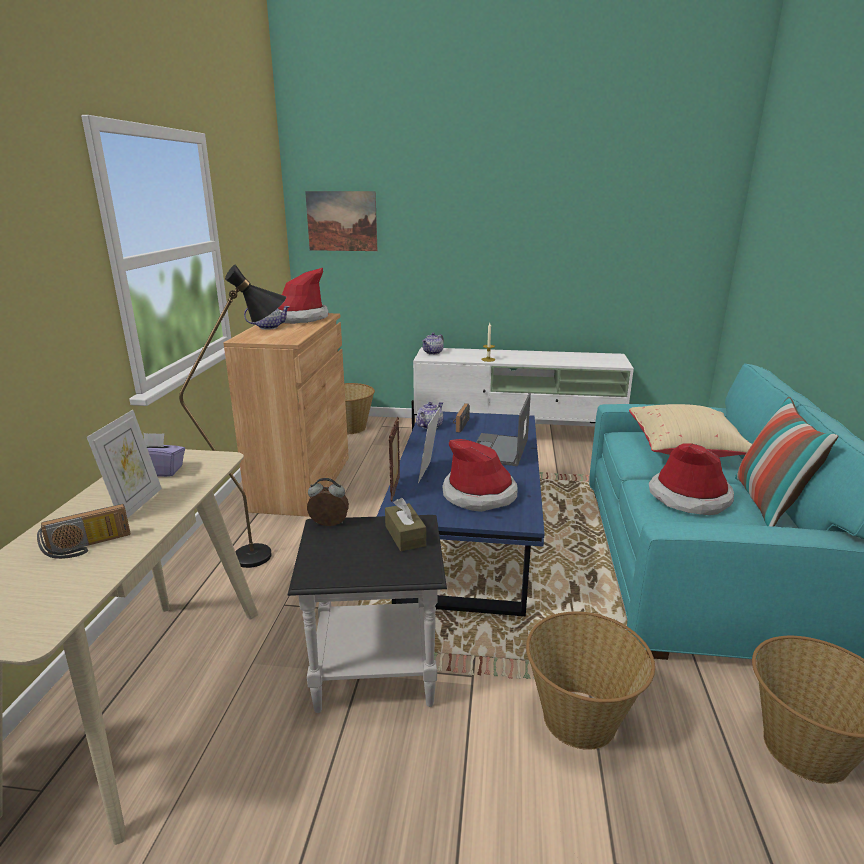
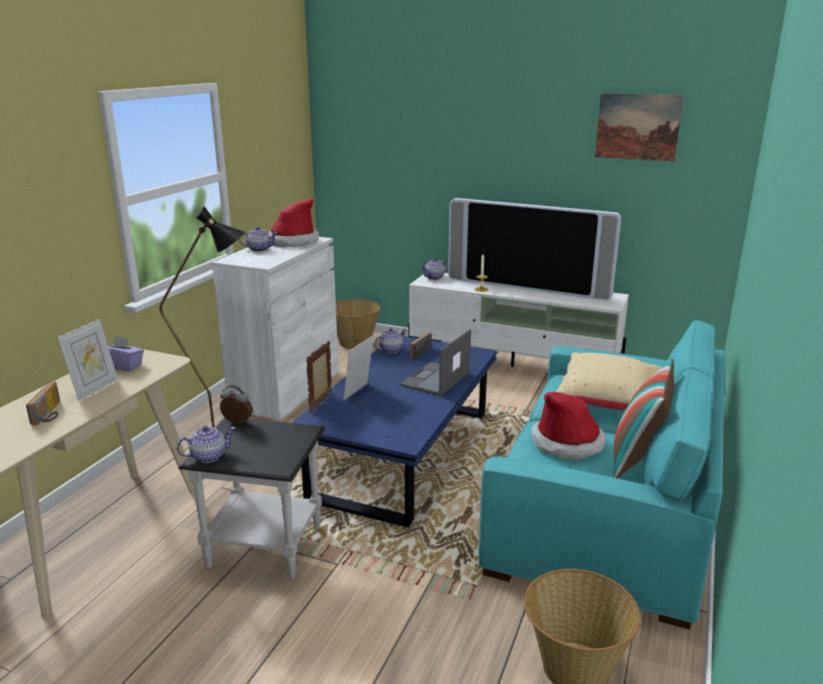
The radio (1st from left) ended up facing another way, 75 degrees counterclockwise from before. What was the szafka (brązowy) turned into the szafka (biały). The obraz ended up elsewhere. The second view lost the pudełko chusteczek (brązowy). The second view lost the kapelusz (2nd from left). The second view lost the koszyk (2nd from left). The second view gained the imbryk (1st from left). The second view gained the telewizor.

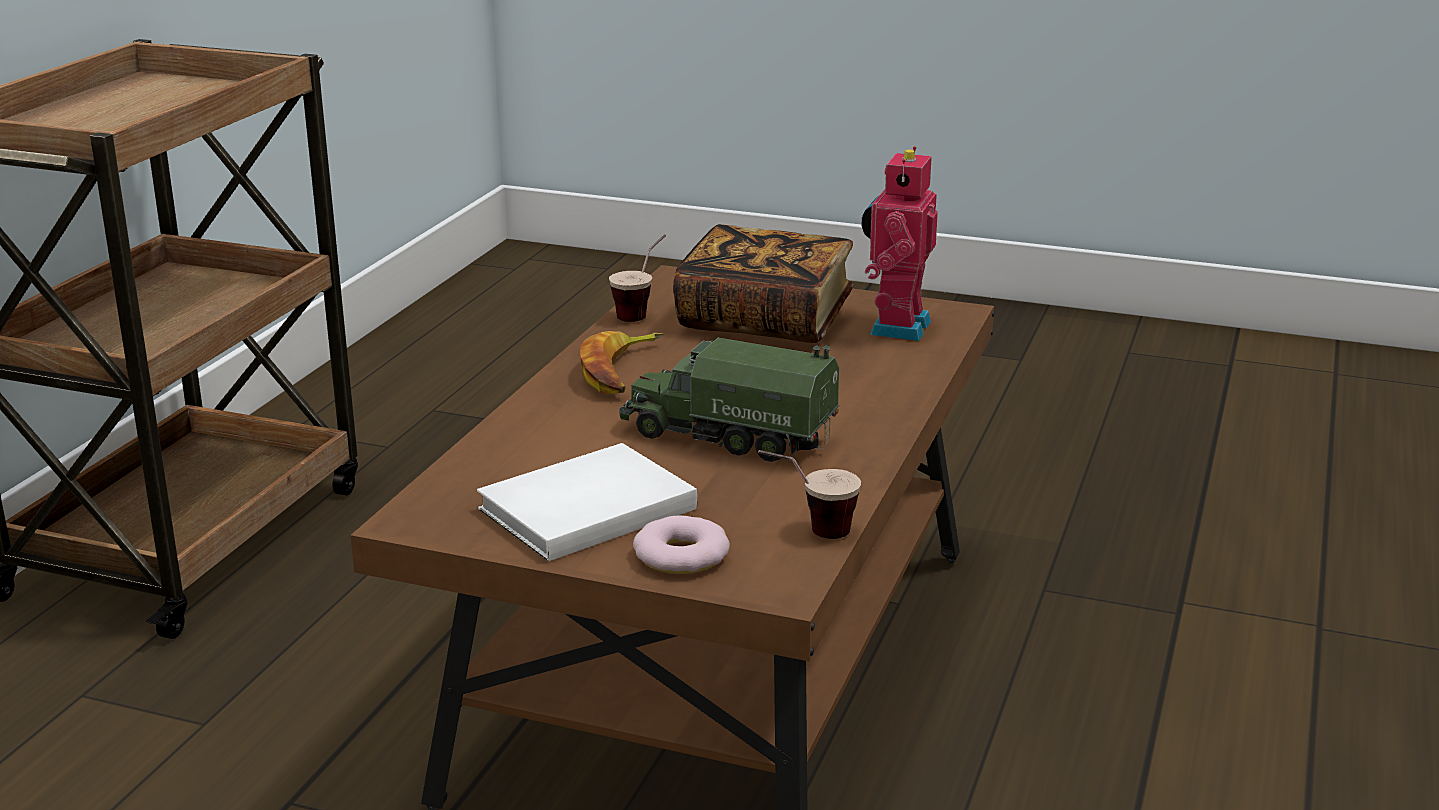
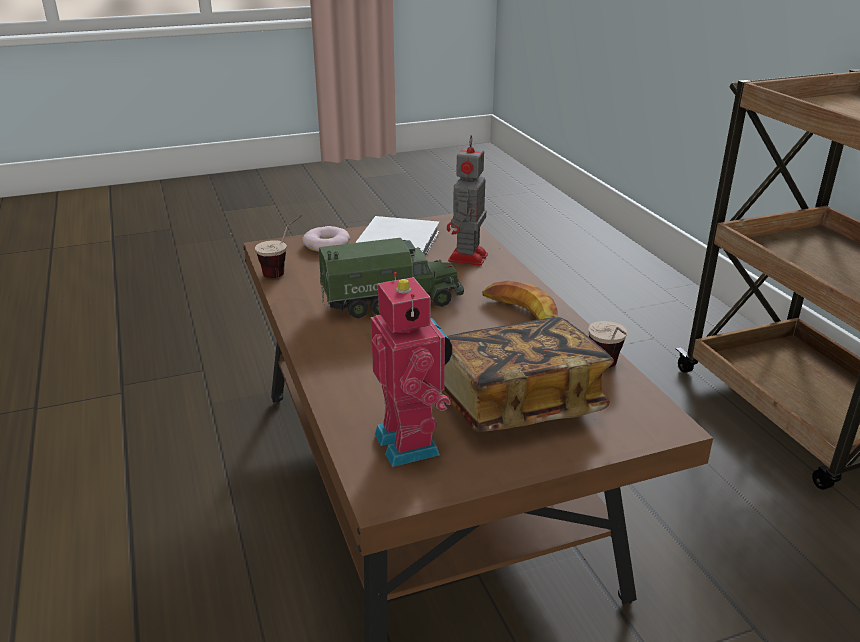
The second view gained the robot zabawkowy (2nd from left).

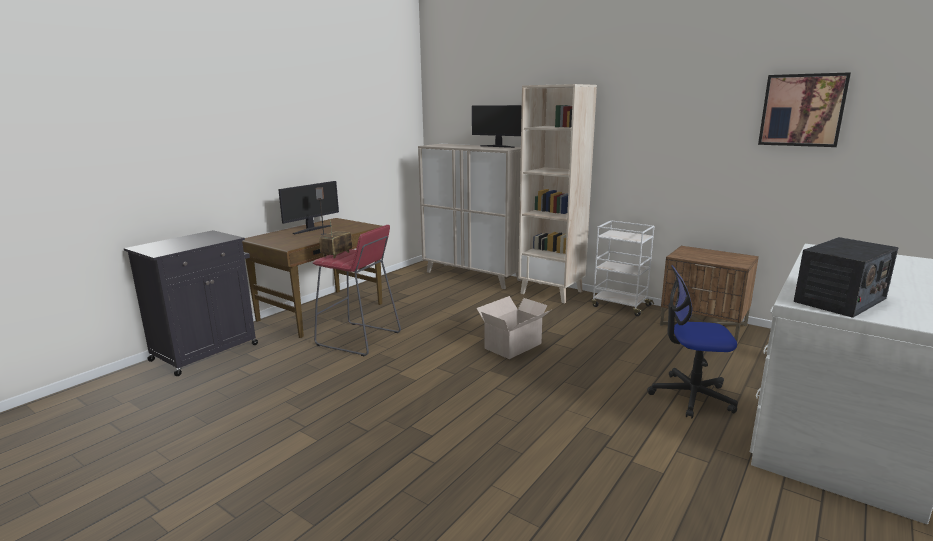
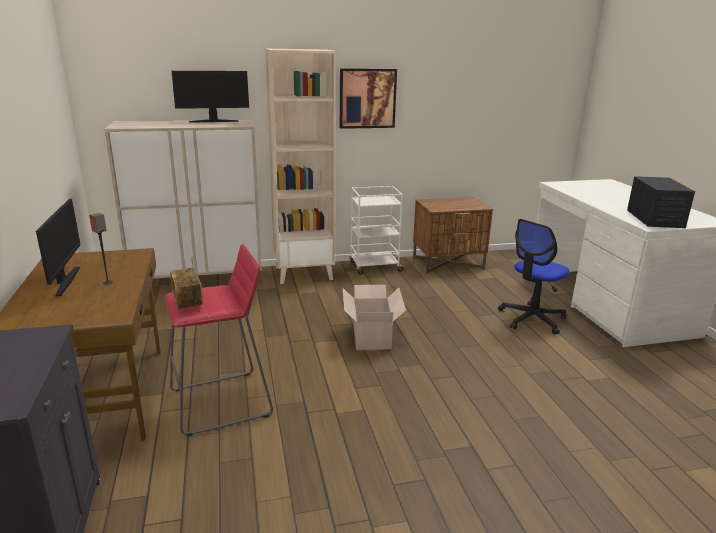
The obraz ended up elsewhere.

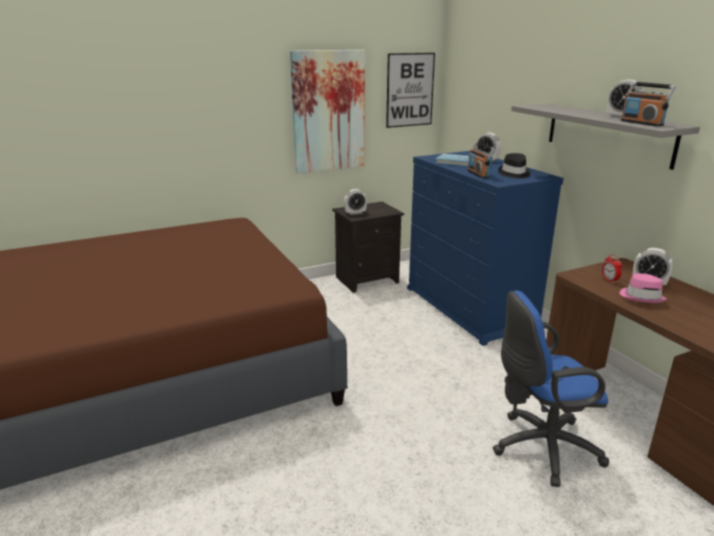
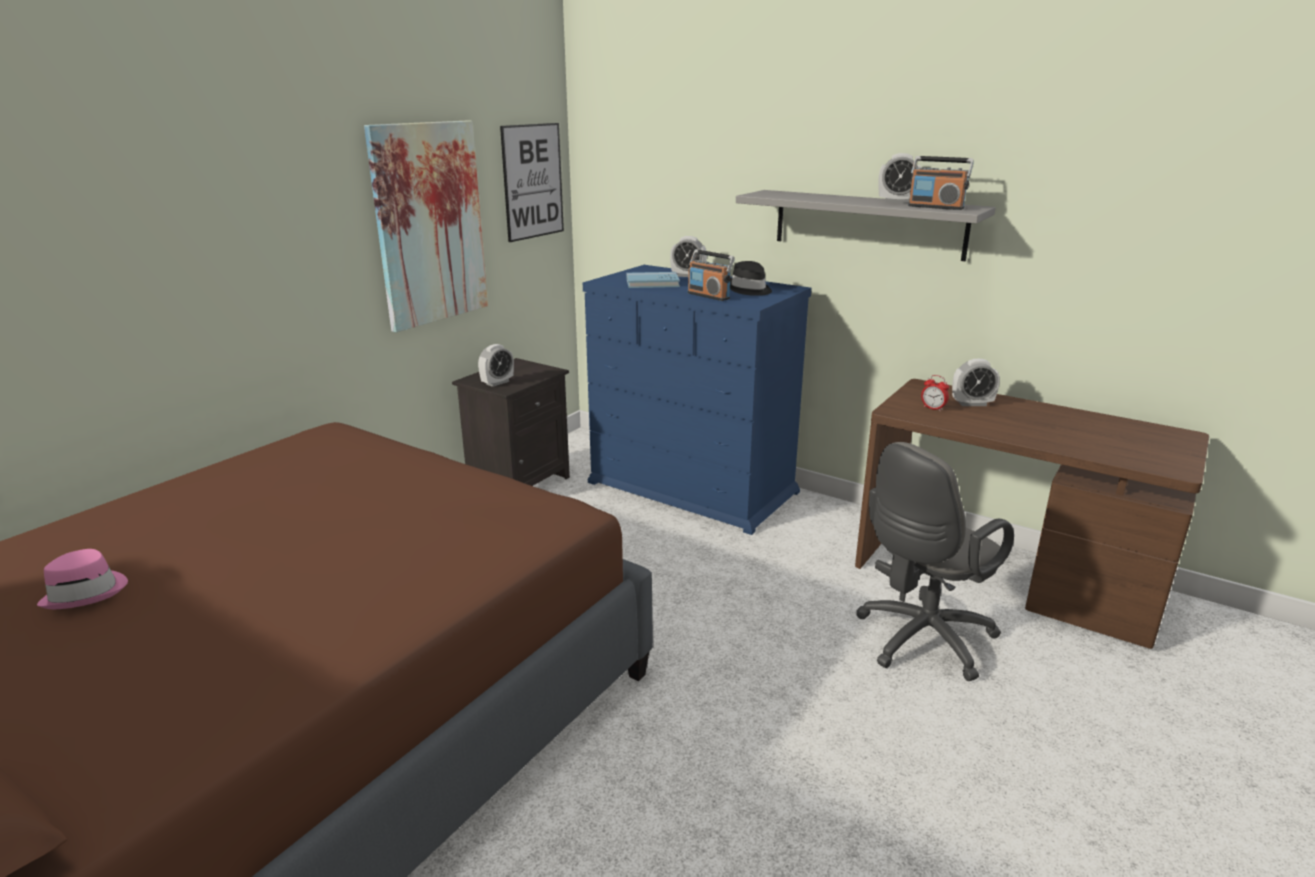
What was the krzesło biurowe (niebieski) turned into the krzesło biurowe (szary). The kapelusz (różowy) ended up elsewhere.

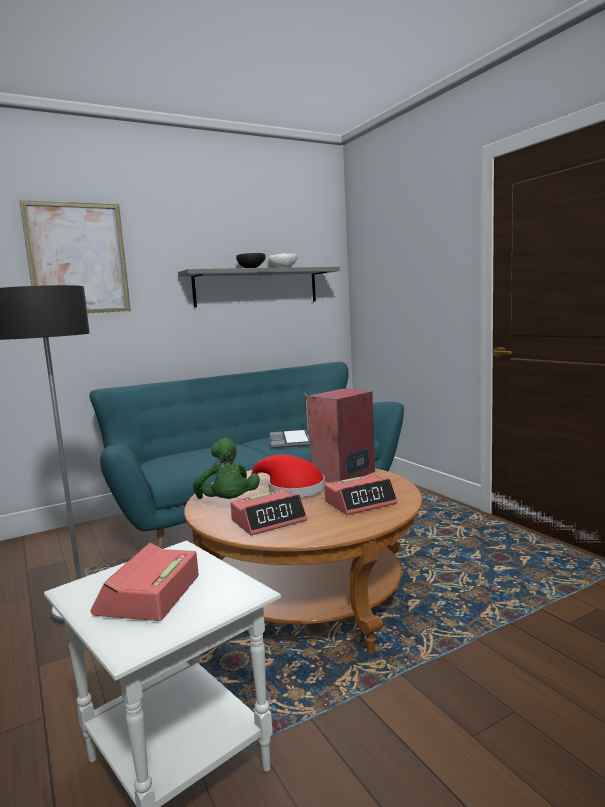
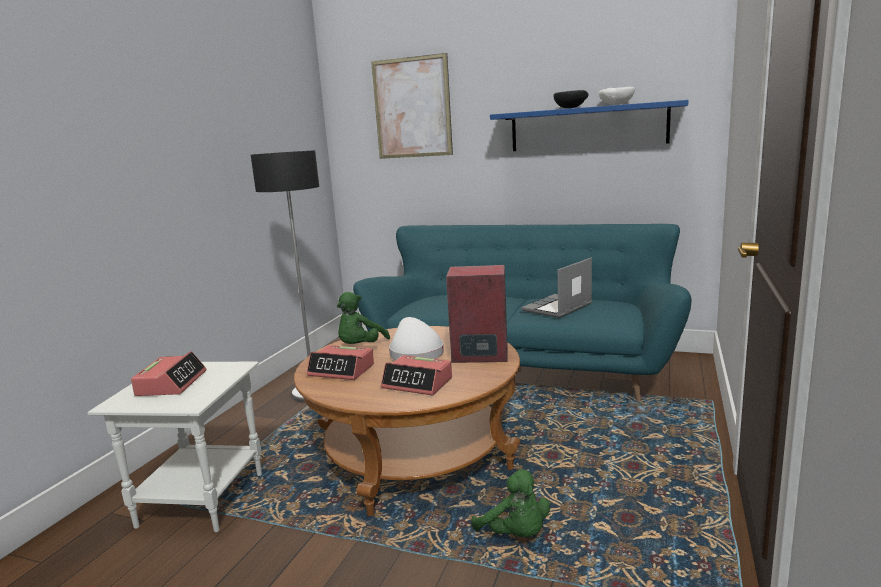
The budzik (1st from left) ended up facing another way, 120 degrees clockwise from before. What was the półka (szary) turned into the półka (niebieski). What was the kapelusz (czerwony) turned into the kapelusz (biały). The second view gained the pluszak (zielony) (2nd from left).

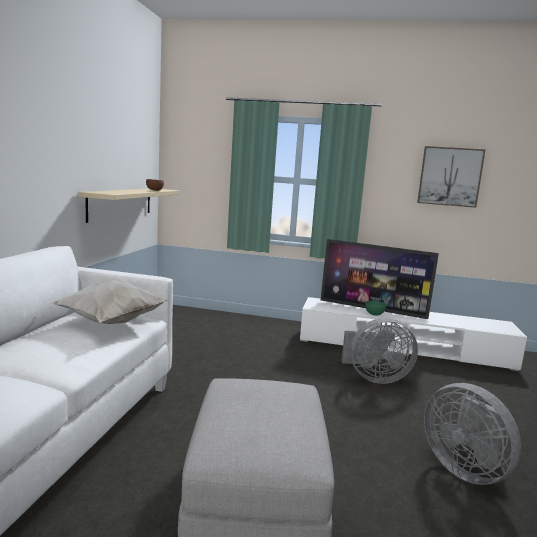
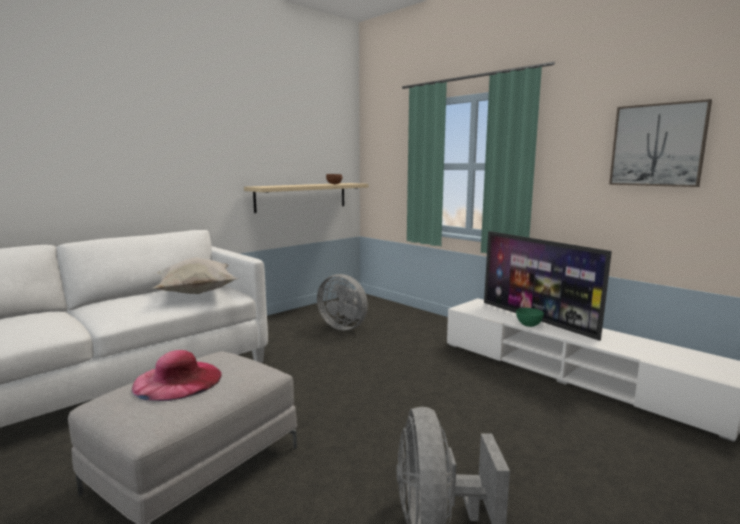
The wentylator (szary) (1st from left) ended up elsewhere. The second view gained the kapelusz (różowy).

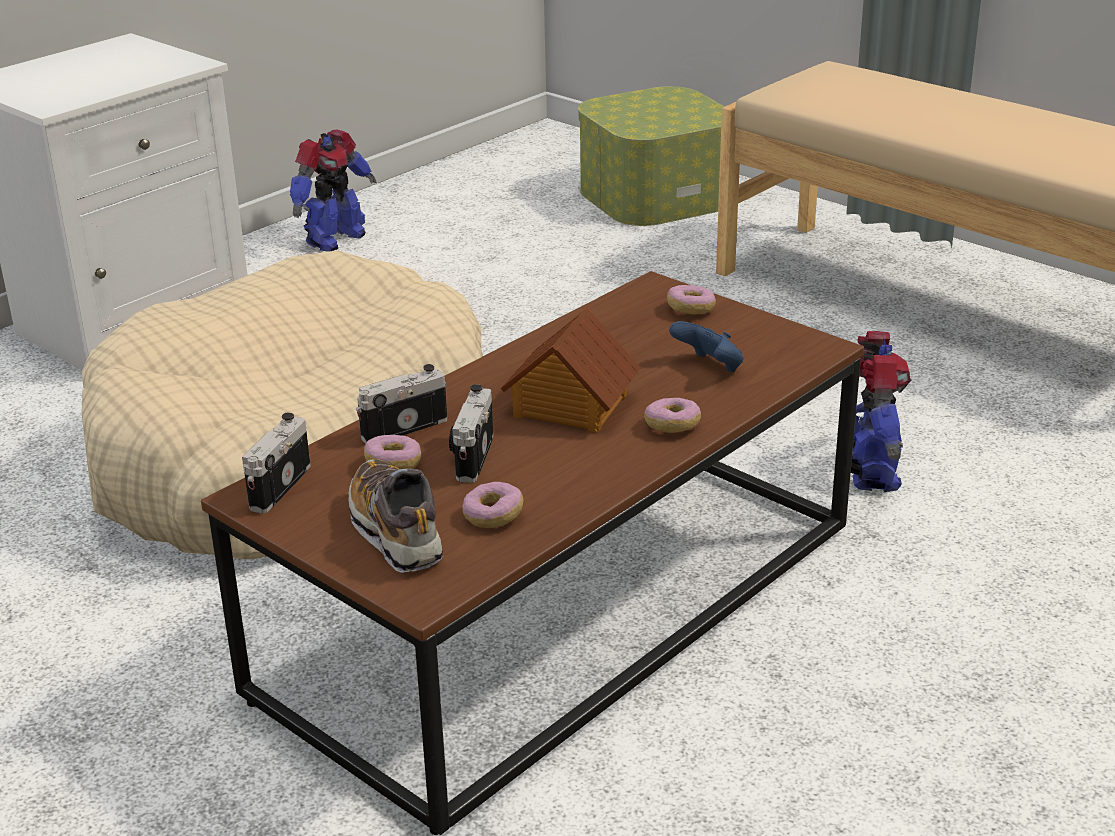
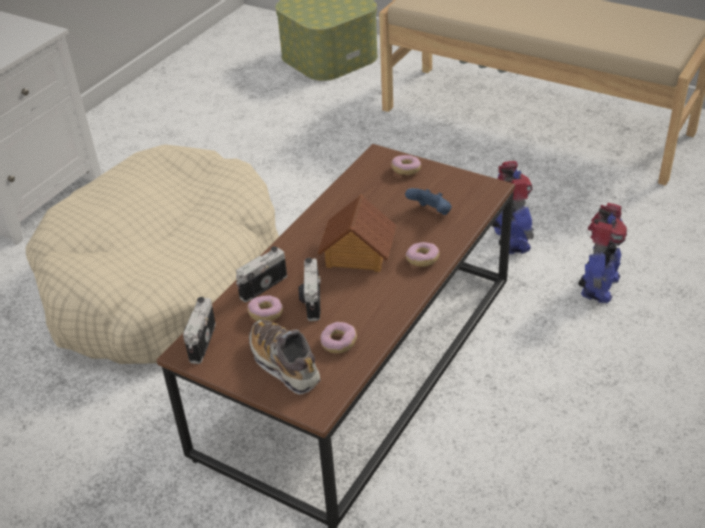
The robot zabawkowy (1st from left in the first image) ended up elsewhere.

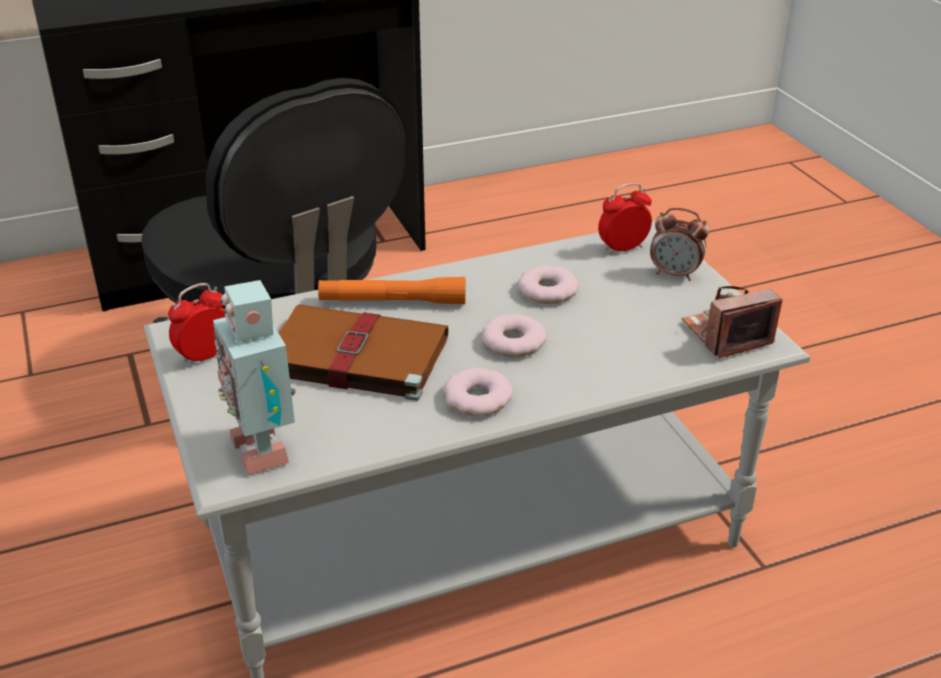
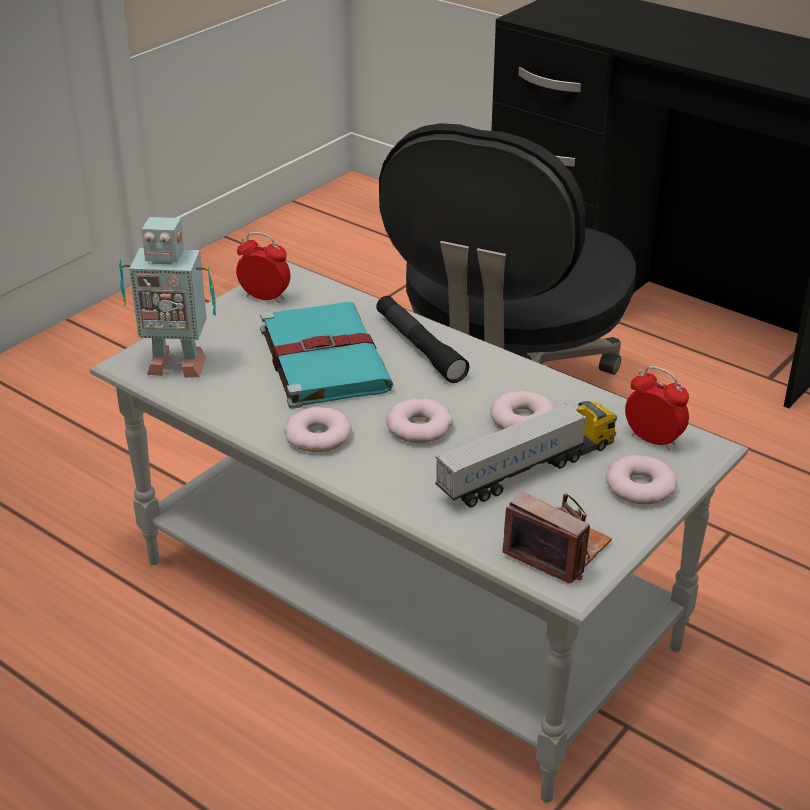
The robot zabawkowy ended up facing another way, 120 degrees counterclockwise from before. What was the książka (brązowy) turned into the książka (turkusowy). What was the latarka (pomarańczowy) turned into the latarka (czarny). Where the budzik (3rd from left) stood, the donut (4th from left) came to stand. The second view gained the ciężarówka zabawkowa.

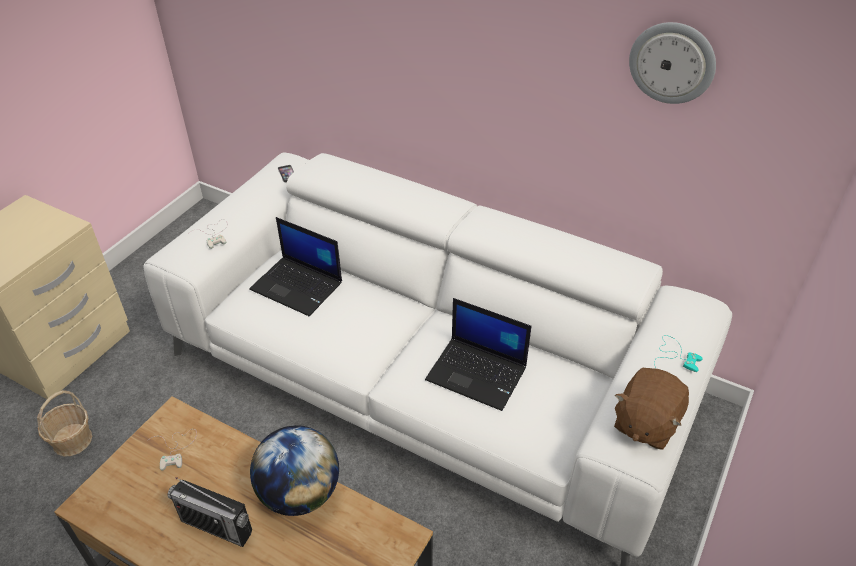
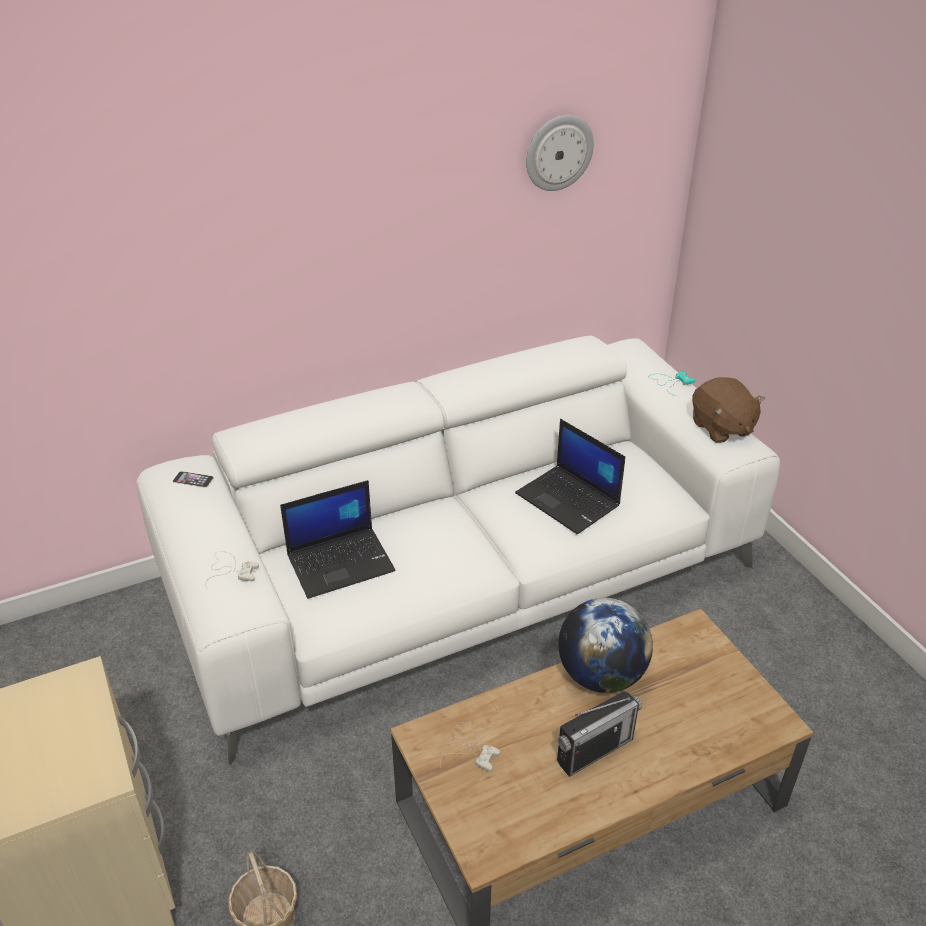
The laptop (2nd from left) ended up facing another way, 75 degrees clockwise from before.

